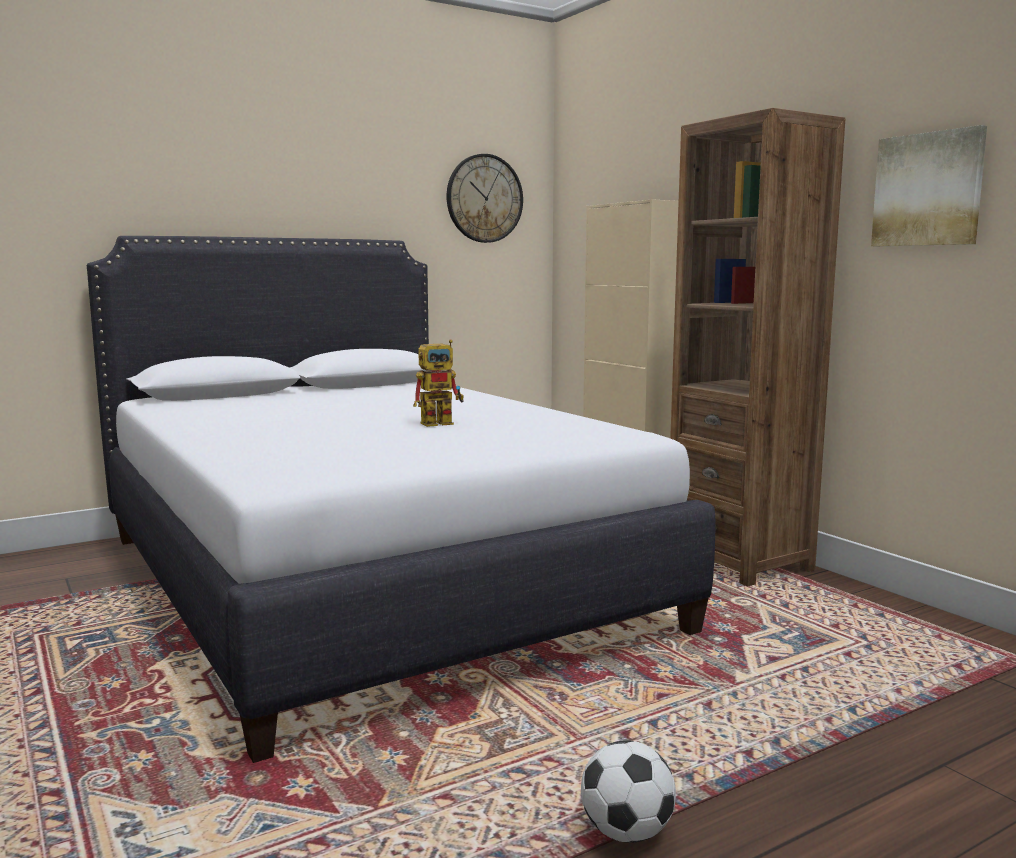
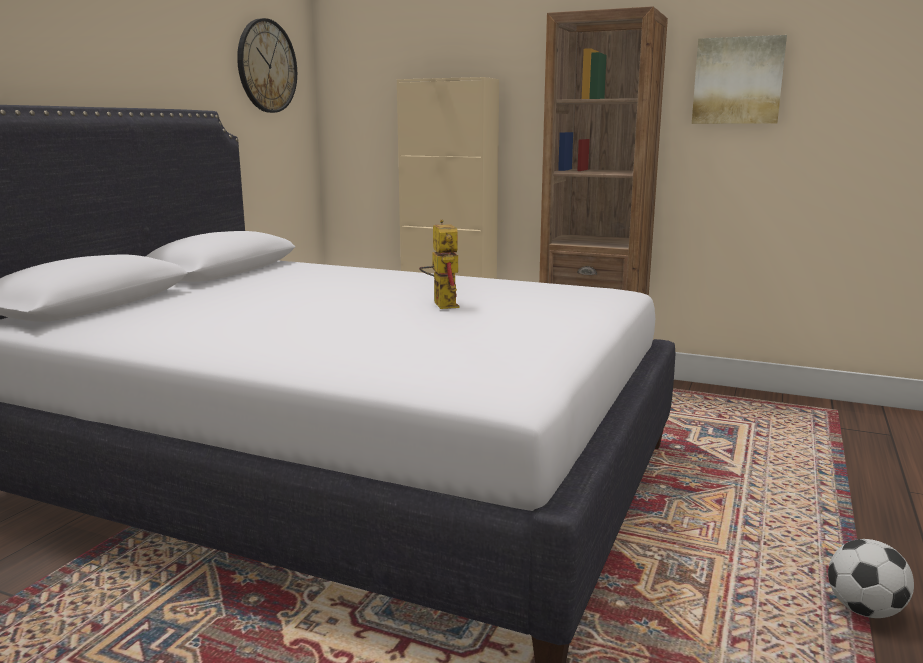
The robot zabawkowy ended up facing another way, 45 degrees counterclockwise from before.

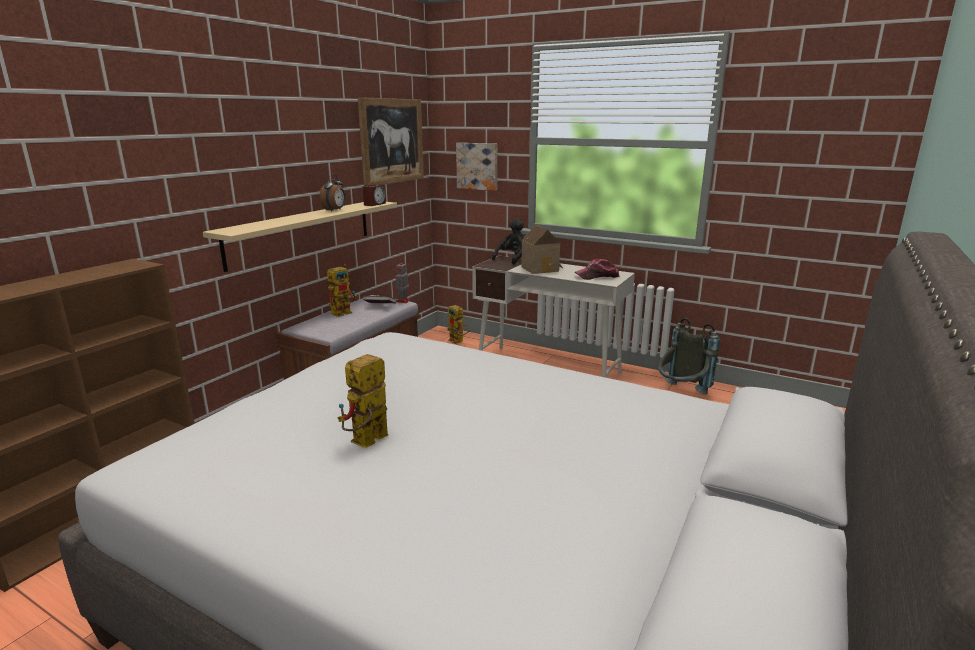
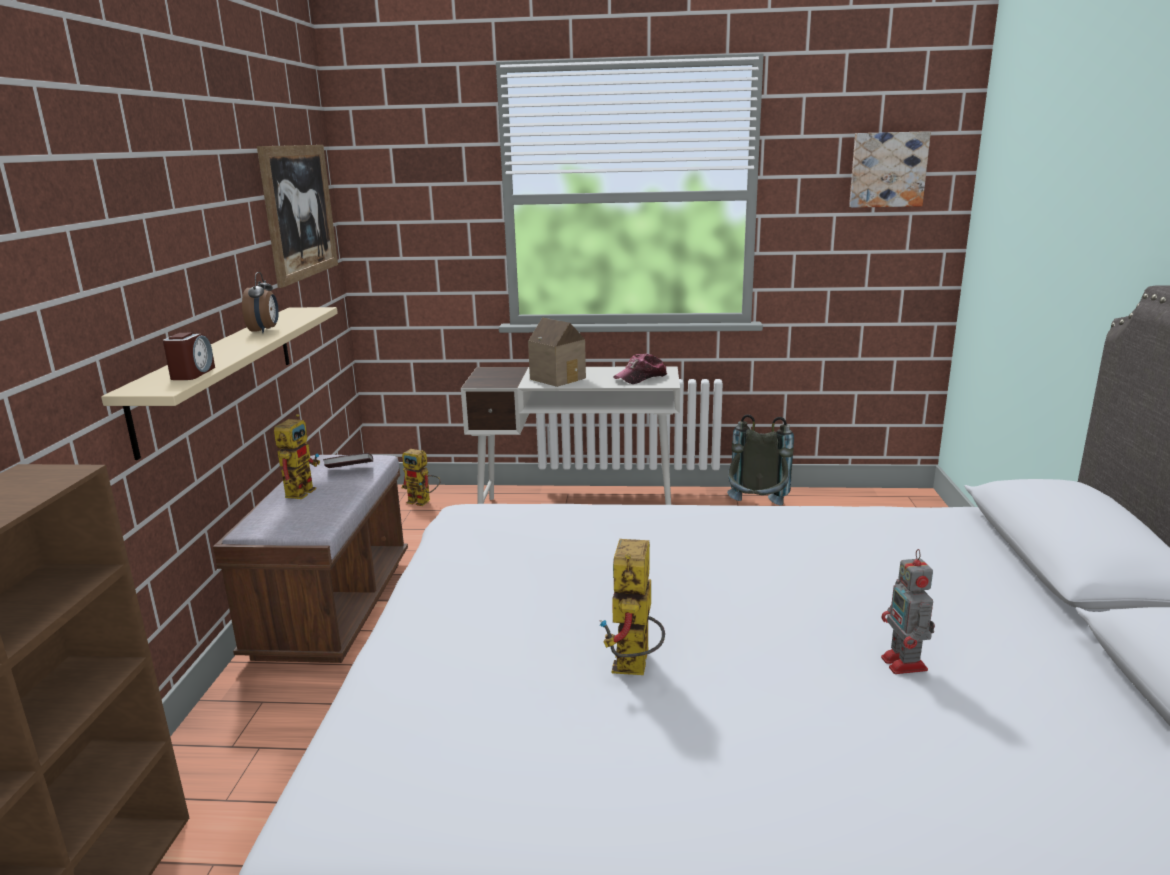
The budzik (2nd from left in the first image) ended up elsewhere. The robot zabawkowy (3rd from left in the first image) ended up elsewhere. The obraz (2nd from left) ended up elsewhere. The second view lost the pluszak (czarny).

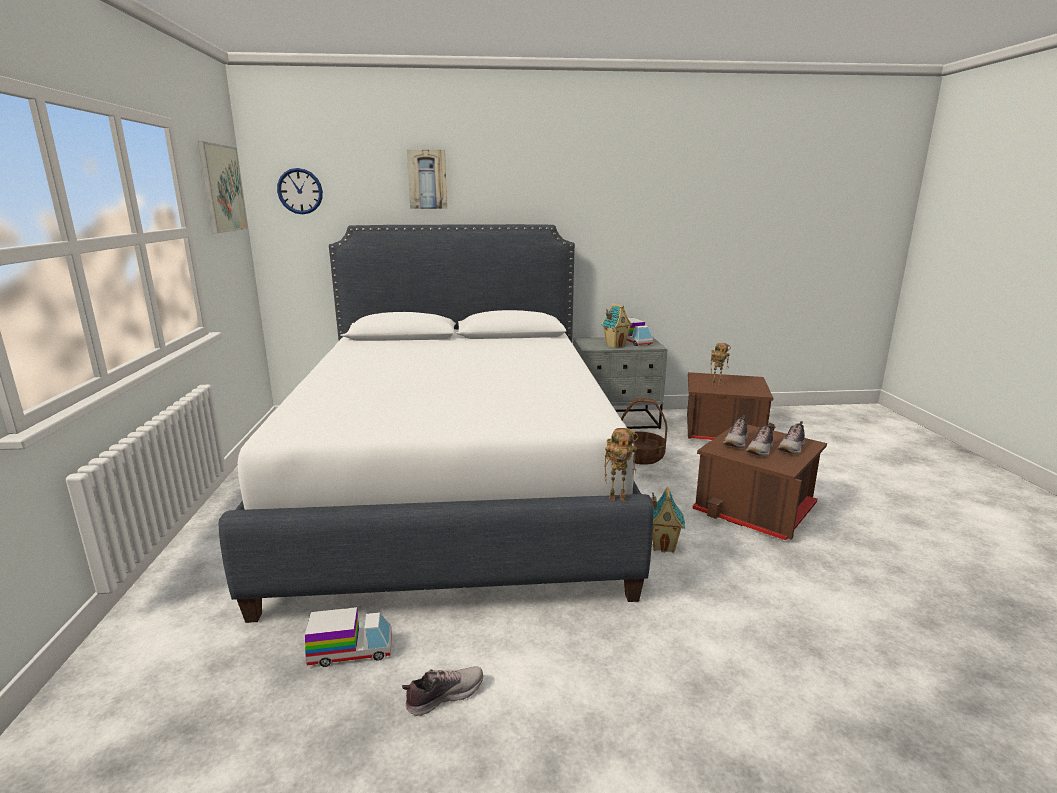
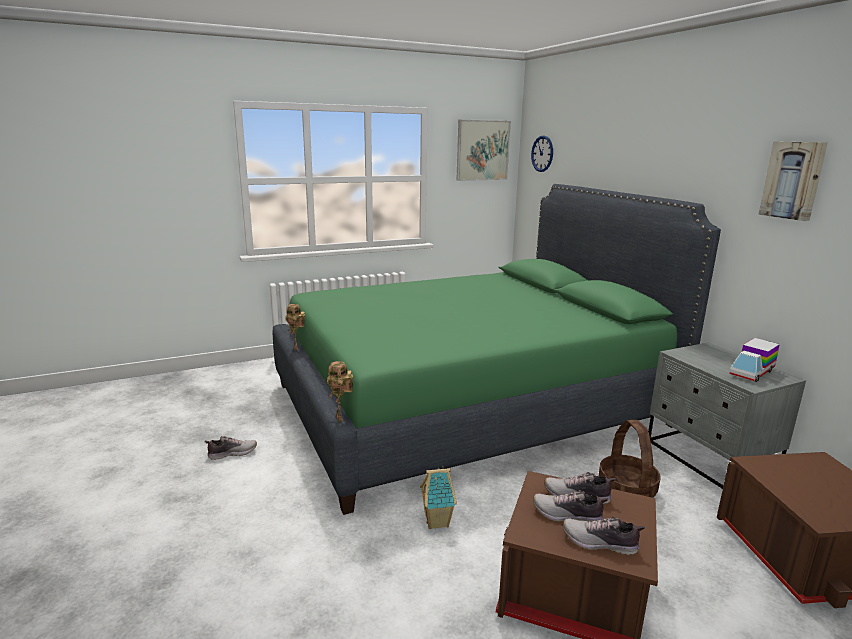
What was the łóżko (biały) turned into the łóżko (zielony). The second view lost the ciężarówka zabawkowa (1st from left). The but (1st from left) ended up facing another way, 60 degrees counterclockwise from before. The obraz (2nd from left) ended up elsewhere. The second view lost the domek (1st from left). The robot zabawkowy (2nd from left in the first image) ended up elsewhere.

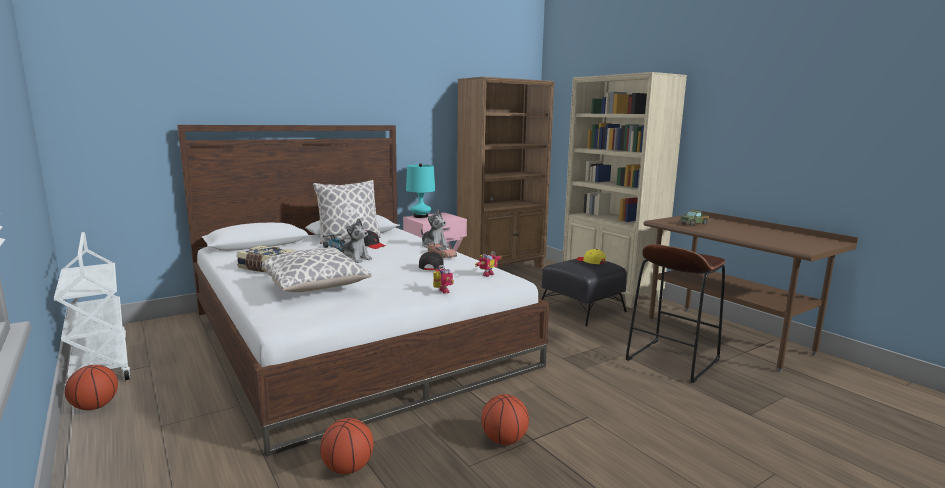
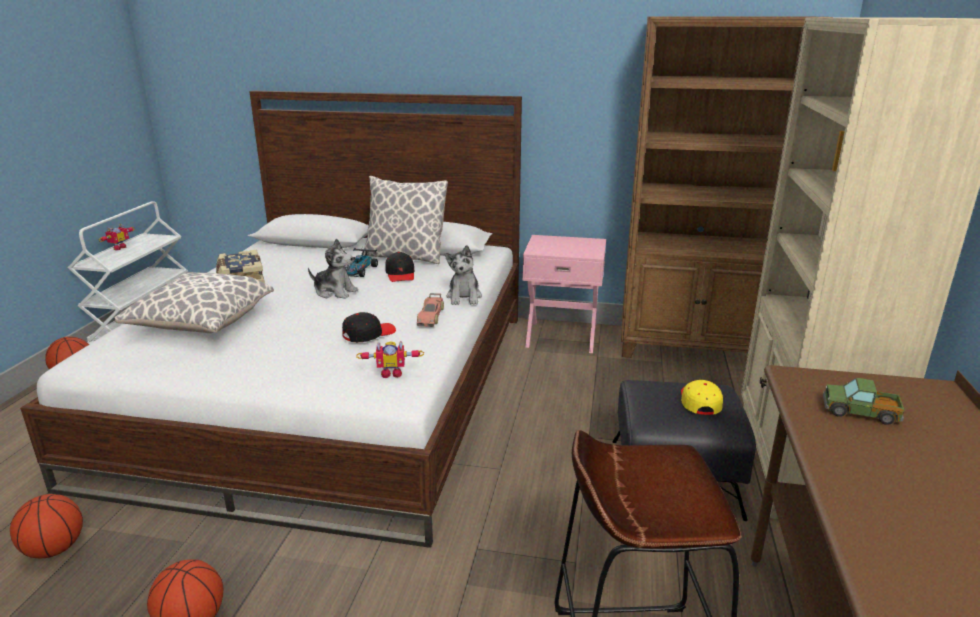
The pluszak (1st from left) ended up facing another way, 60 degrees counterclockwise from before. The second view lost the lampa stołowa (turkusowy). The robot zabawkowy (1st from left) ended up elsewhere.

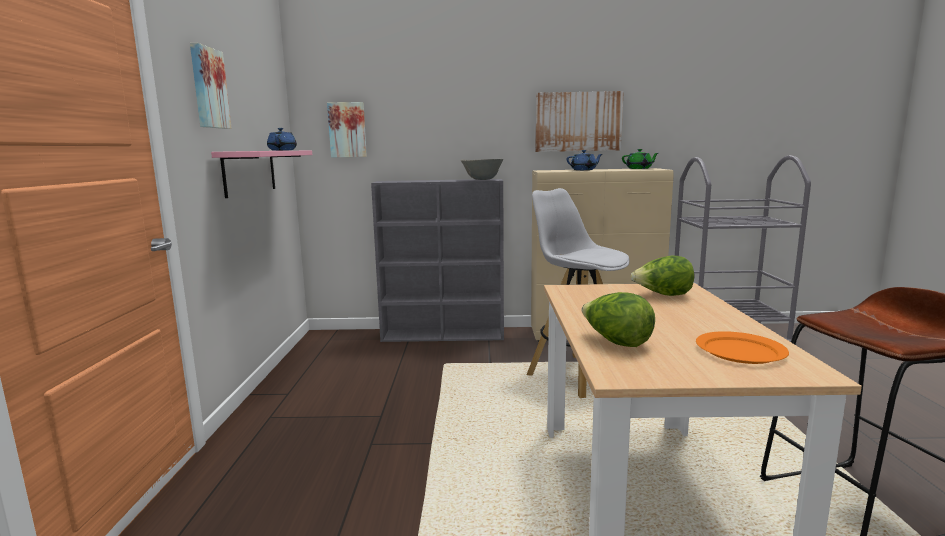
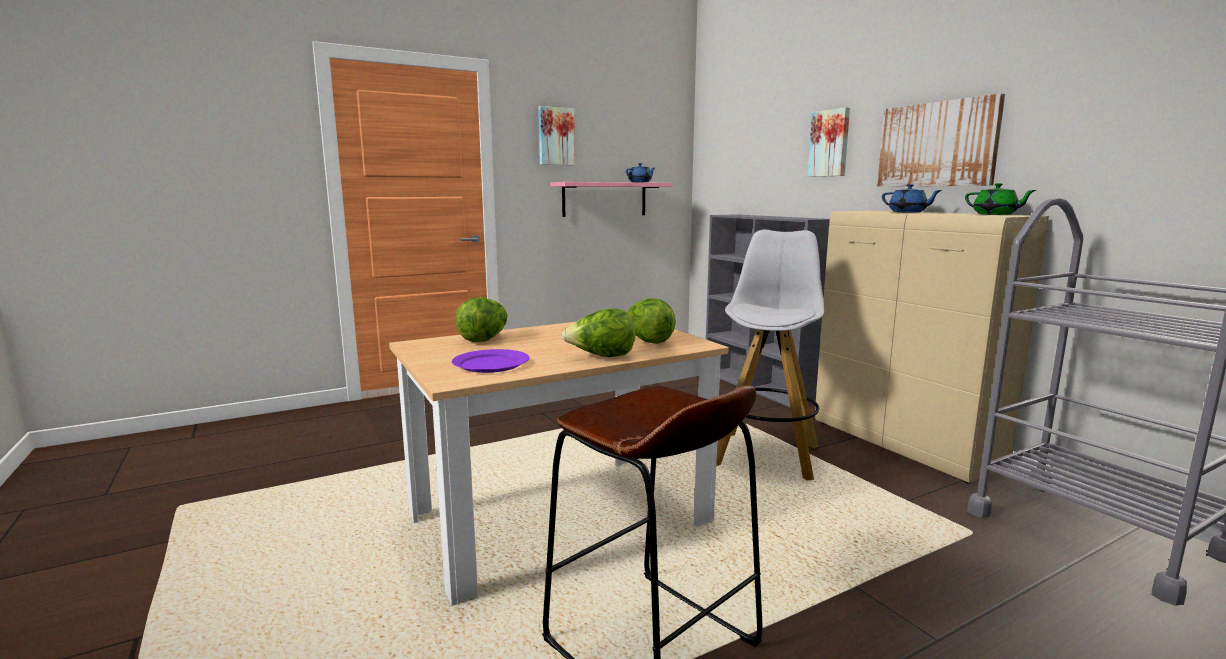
The obraz (2nd from left) ended up elsewhere. The second view lost the miska (szary). What was the talerz (pomarańczowy) turned into the talerz (fioletowy). The second view gained the sałata (2nd from left).

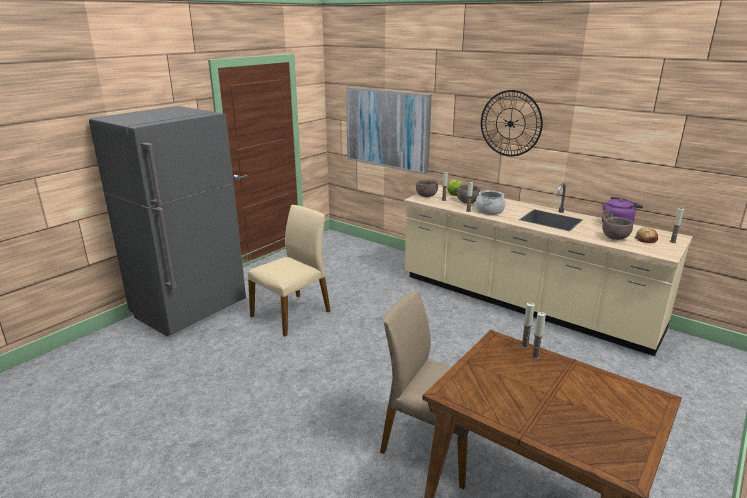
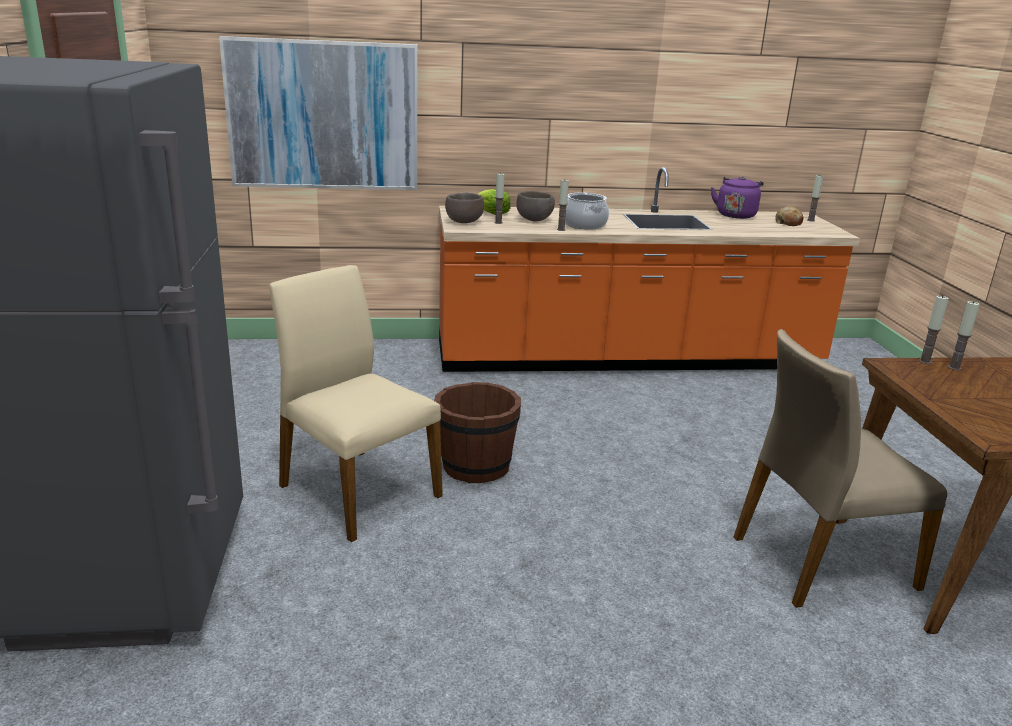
The krzesło (beżowy) (1st from left) ended up facing another way, 45 degrees counterclockwise from before. What was the zabudowa kuchenna (beżowy) turned into the zabudowa kuchenna (pomarańczowy). The second view lost the zegar ścienny. The second view lost the miska (brązowy) (3rd from left). The second view gained the wiadro (brązowy).

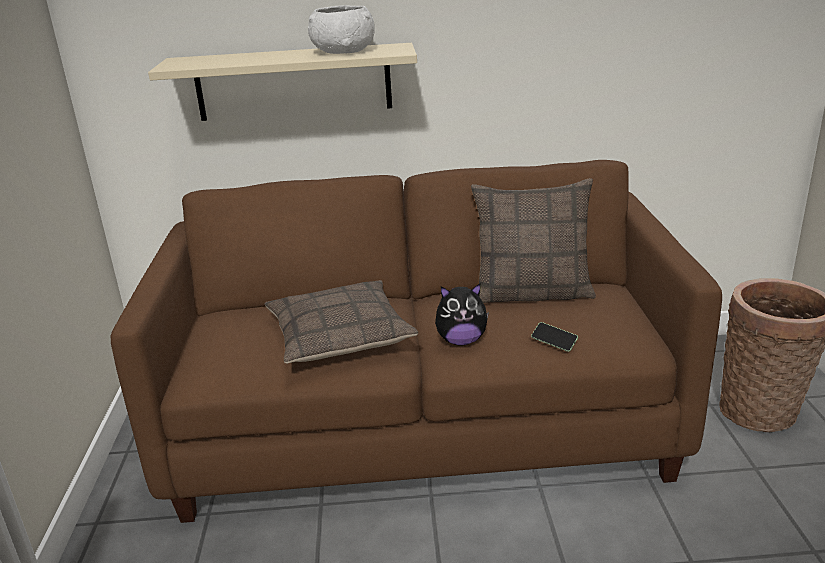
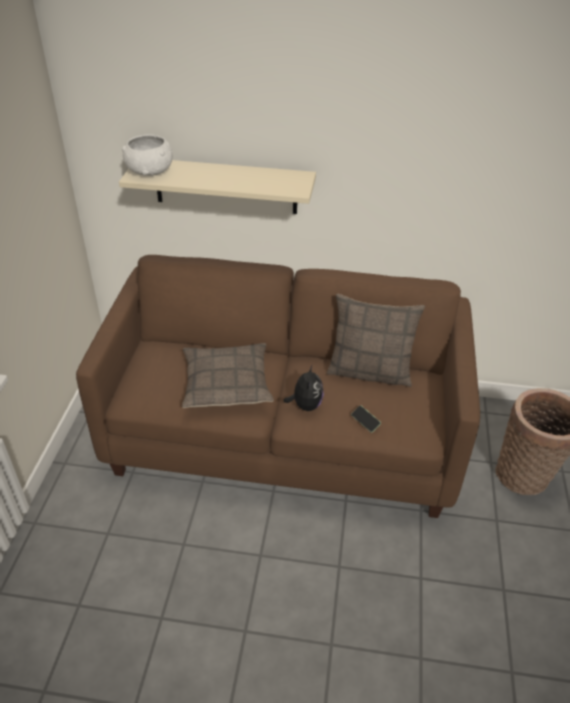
The miska (biały) ended up elsewhere. The pluszak ended up facing another way, 90 degrees counterclockwise from before.

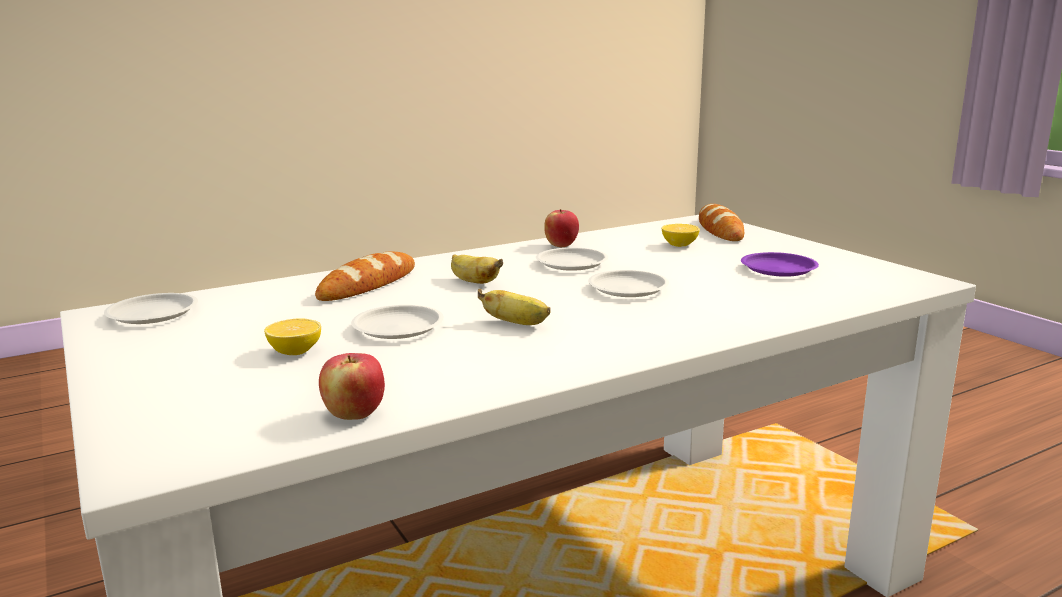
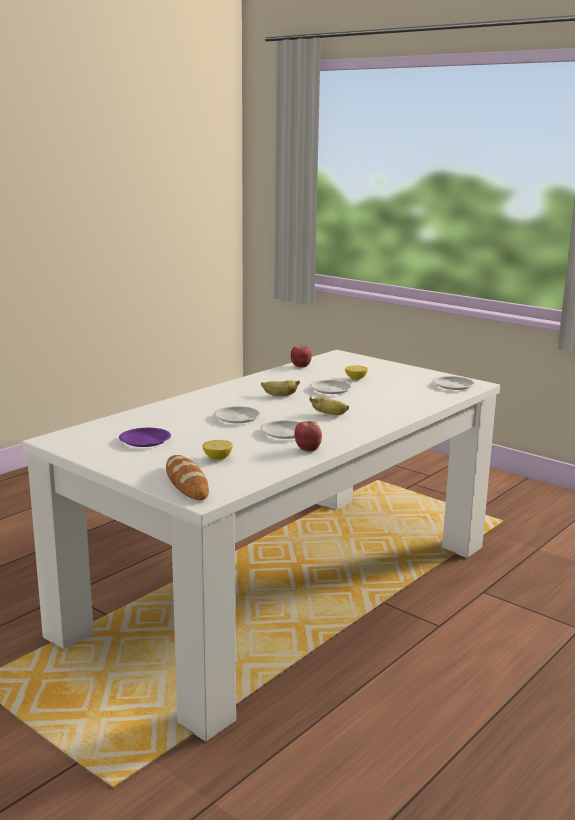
The second view lost the chleb (1st from left).

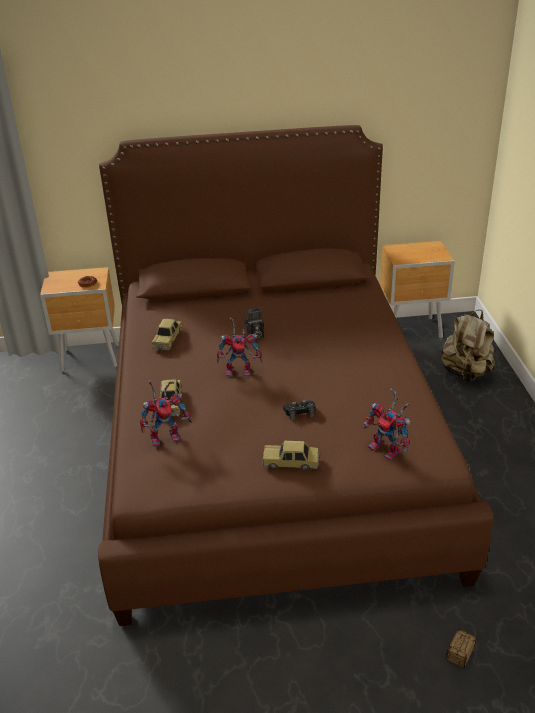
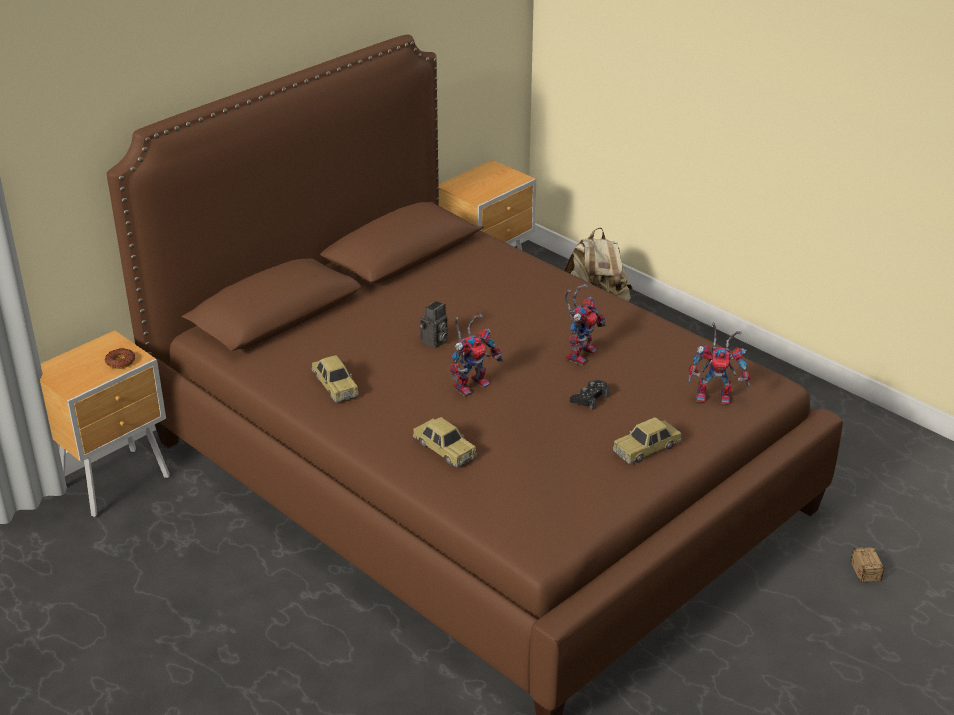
The robot zabawkowy (1st from left in the first image) ended up elsewhere.

